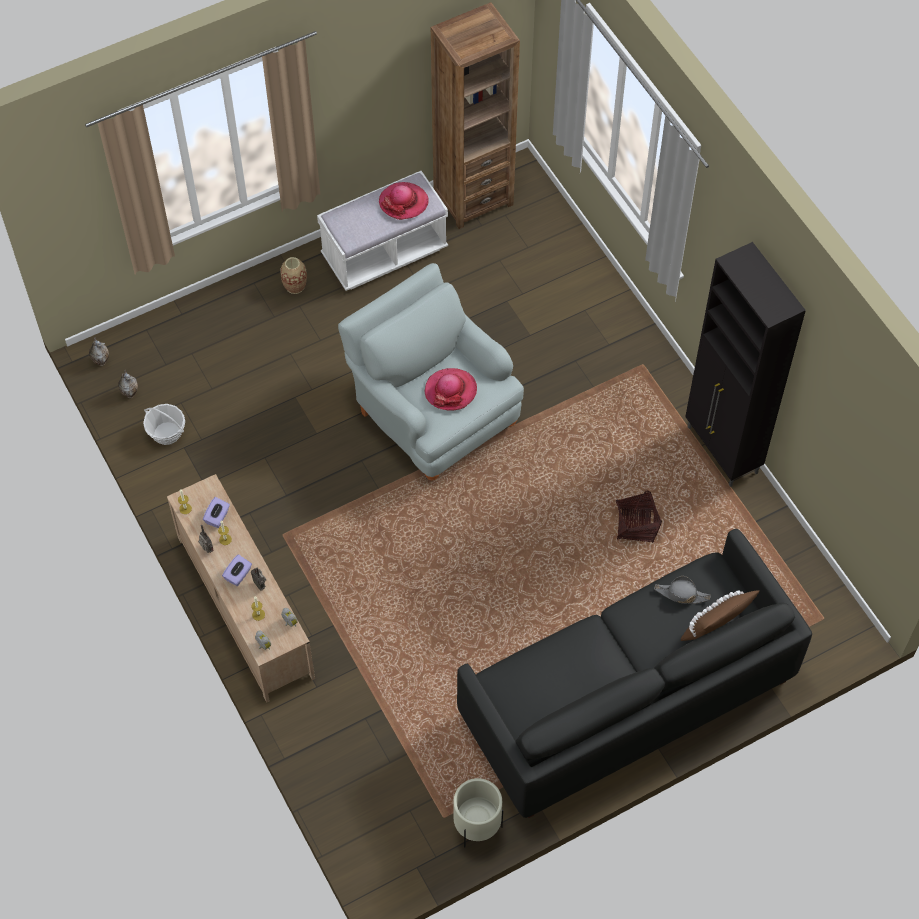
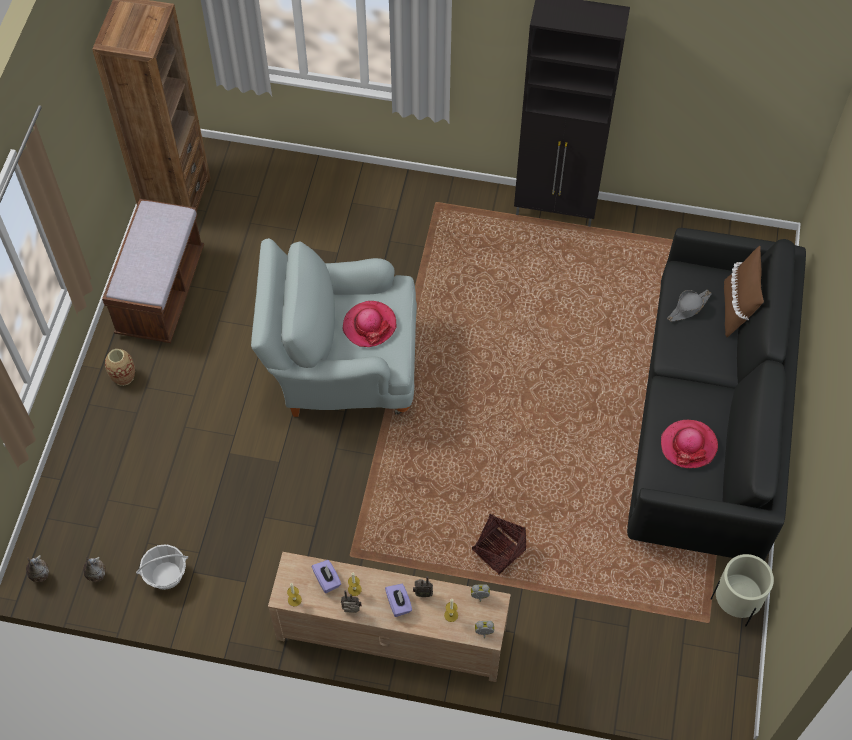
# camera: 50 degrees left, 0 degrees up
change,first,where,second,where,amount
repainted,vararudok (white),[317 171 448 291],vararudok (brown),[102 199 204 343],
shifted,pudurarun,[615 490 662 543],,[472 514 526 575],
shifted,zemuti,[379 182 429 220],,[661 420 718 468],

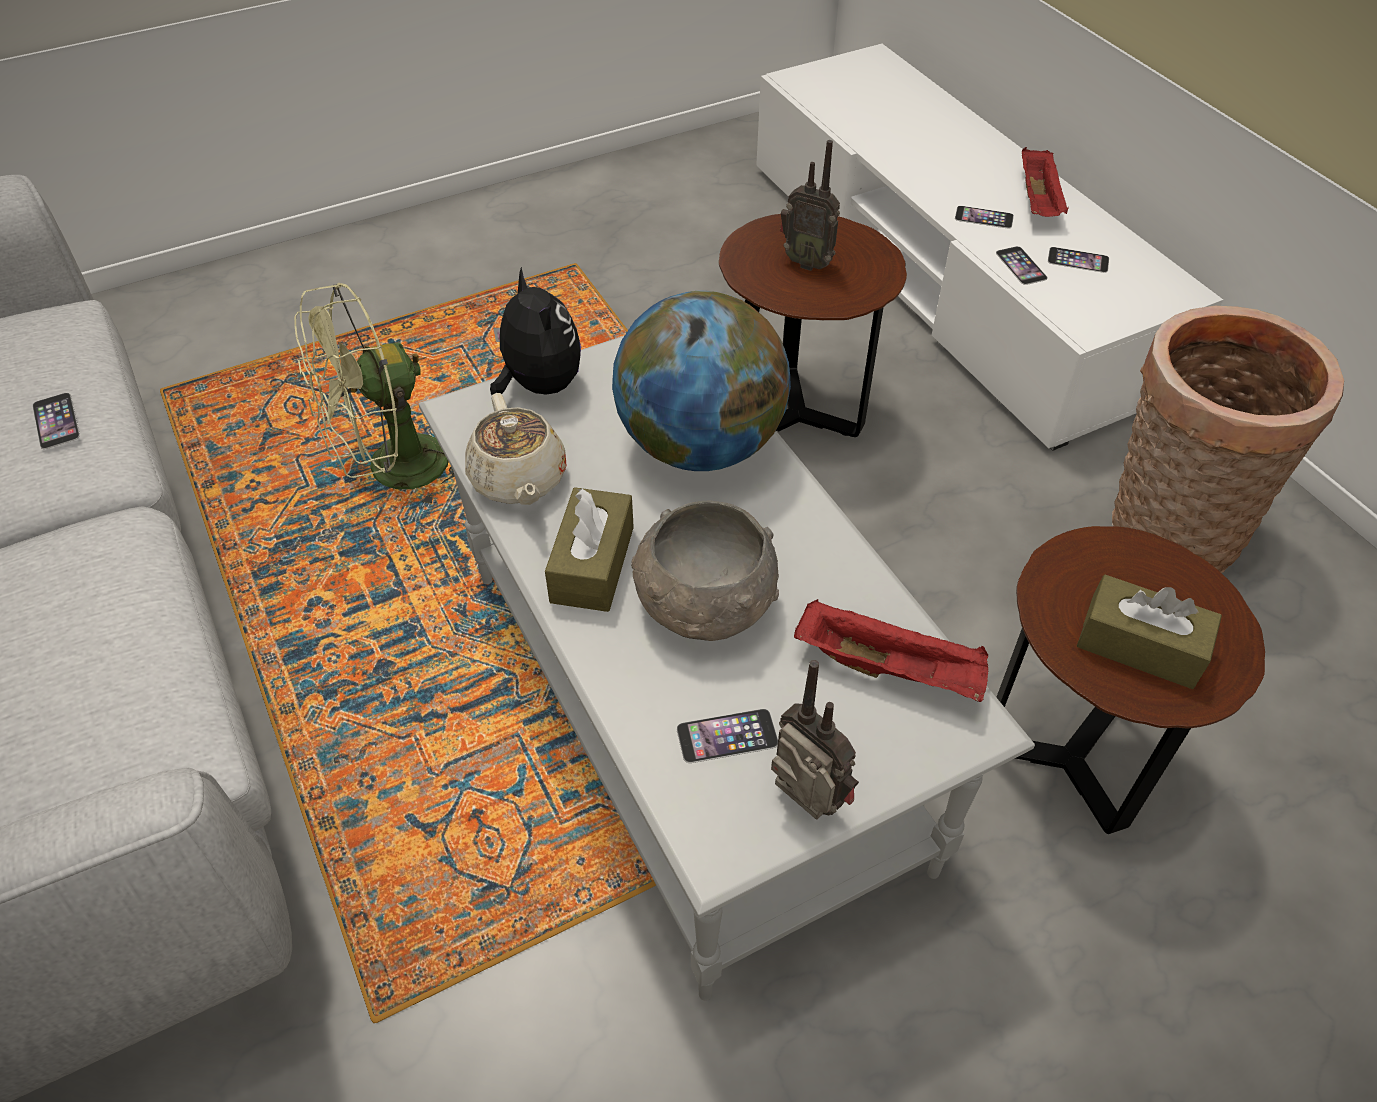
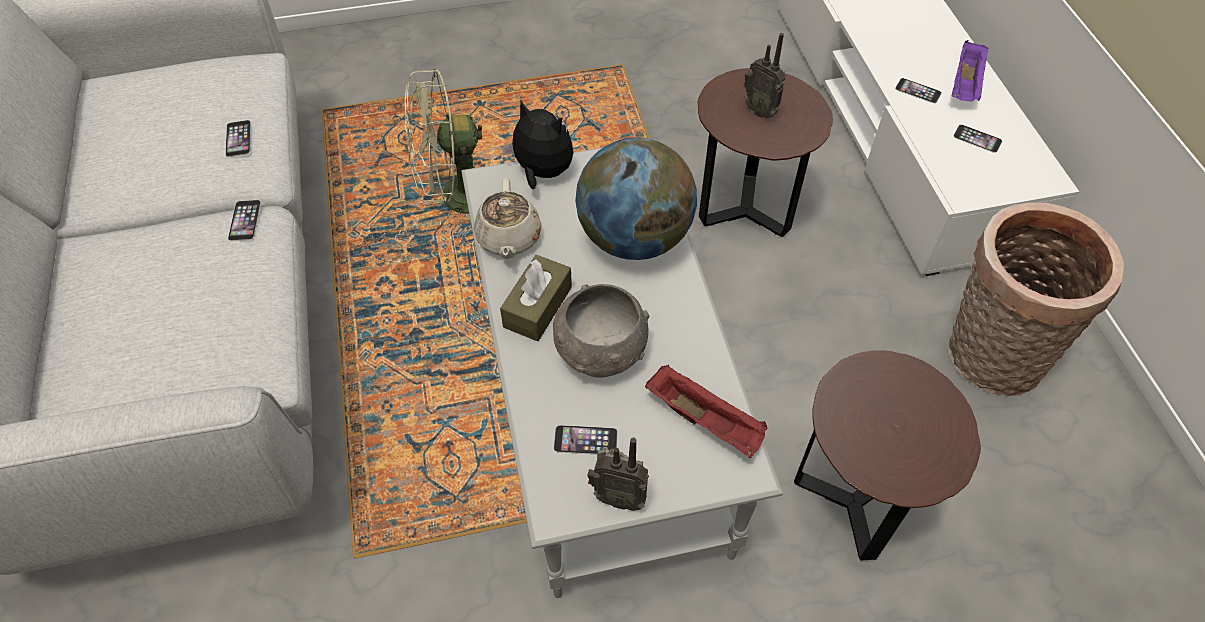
# camera: 15 degrees right, 5 degrees up
change,first,where,second,where,amount
shifted,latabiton,[996 246 1048 285],,[228 200 261 241],
rotated,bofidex,[490 267 581 395],,[501 101 574 189],45 degrees counterclockwise
rotated,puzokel,[771 660 859 820],,[587 437 649 511],135 degrees clockwise
repainted,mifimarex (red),[1022 147 1069 217],mifimarex (purple),[952 40 988 101],
gone,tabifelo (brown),[1077 575 1222 689],,,

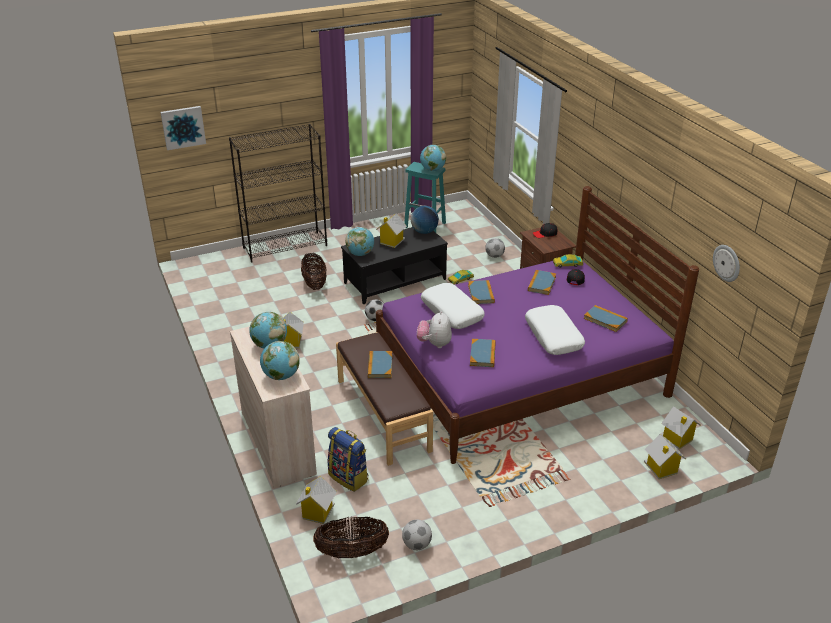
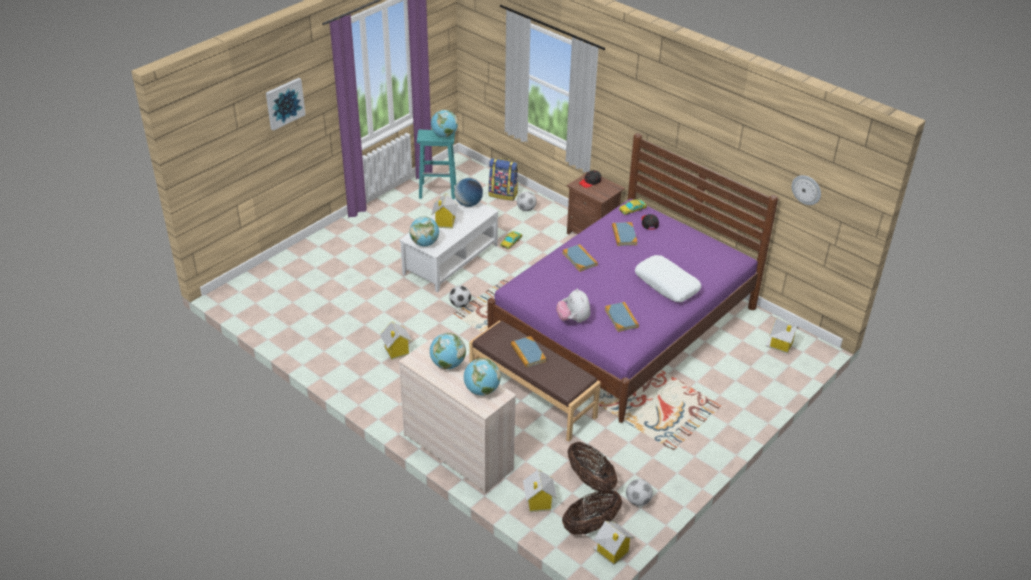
# camera: 25 degrees left, 5 degrees up
change,first,where,second,where,amount
shifted,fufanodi,[160 106 206 150],,[266 78 306 131],
repainted,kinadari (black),[341 227 448 304],kinadari (white),[399 200 498 293],
shifted,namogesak,[328 427 368 492],,[488 158 518 201],
shifted,pudurarun,[301 253 326 290],,[567 442 618 492],
shifted,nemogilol,[644 434 686 479],,[593 521 635 565],
gone,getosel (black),[229 124 327 263],,,
gone,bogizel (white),[421 283 485 329],,,
gone,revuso,[584 305 628 332],,,

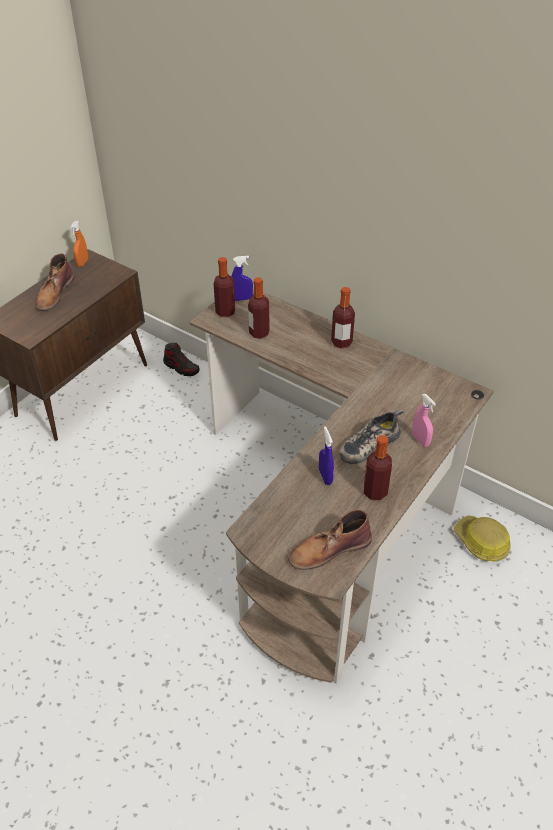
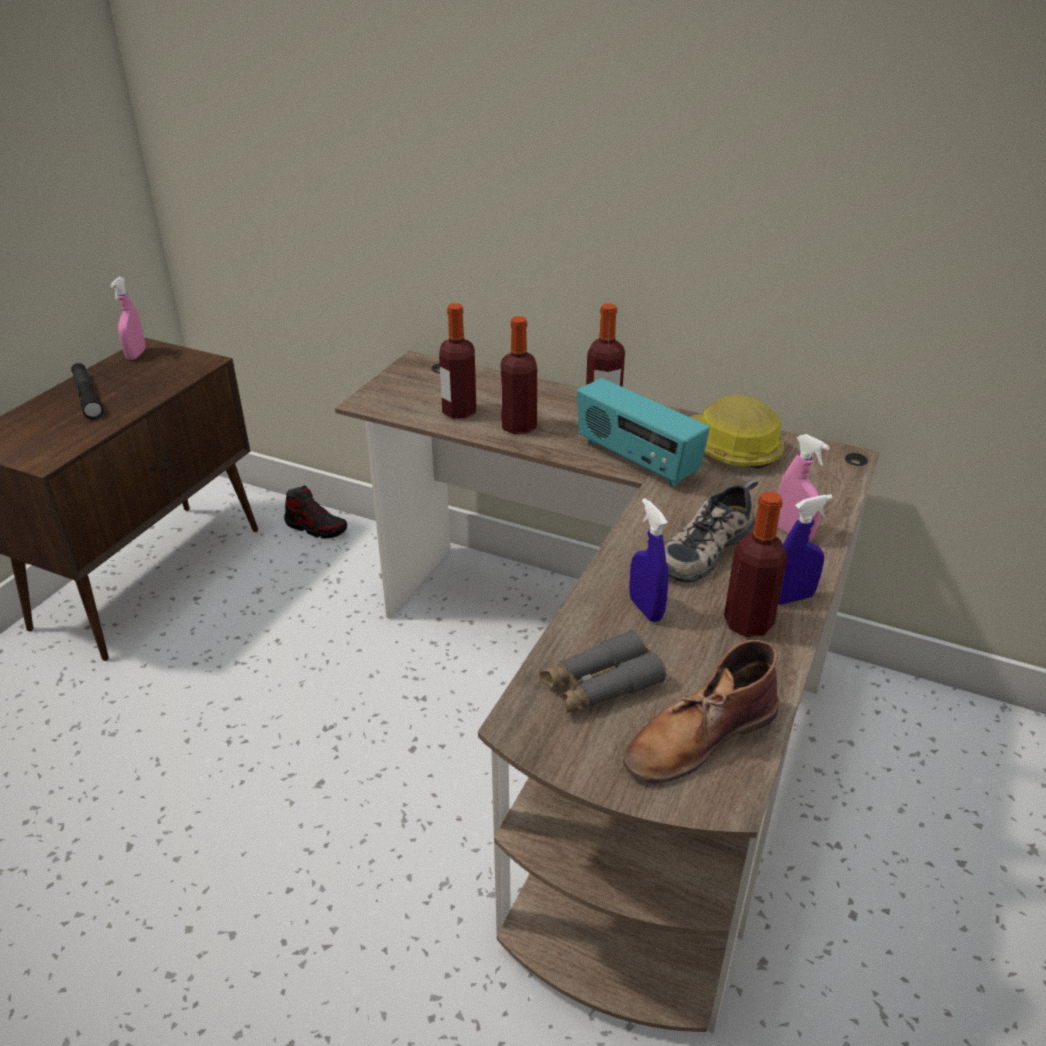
# camera: 10 degrees left, 10 degrees down
change,first,where,second,where,amount
swapped,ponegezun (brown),[35 253 74 311],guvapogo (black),[71 363 103 419],
repainted,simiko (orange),[70 220 88 267],simiko (pink),[110 277 146 360],
shifted,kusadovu,[214 257 235 317],,[501 316 537 434],
new,,,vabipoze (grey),[540 630 666 714],
new,,,puzokel,[577 378 710 487],
shifted,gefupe,[453 515 511 561],,[690 395 784 469],
shifted,simiko (blue),[231 256 253 301],,[779 494 833 605],

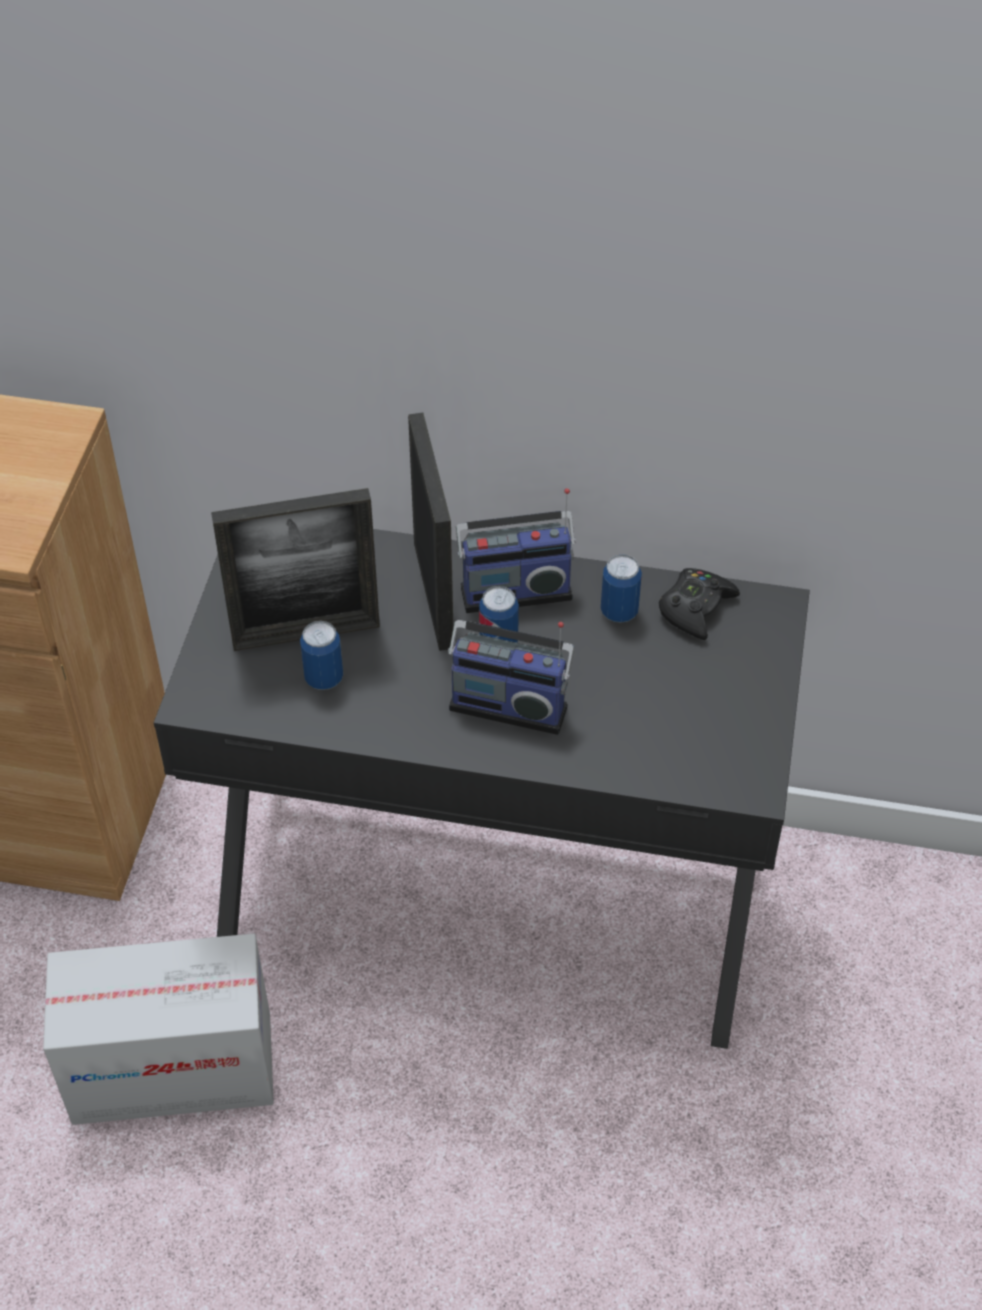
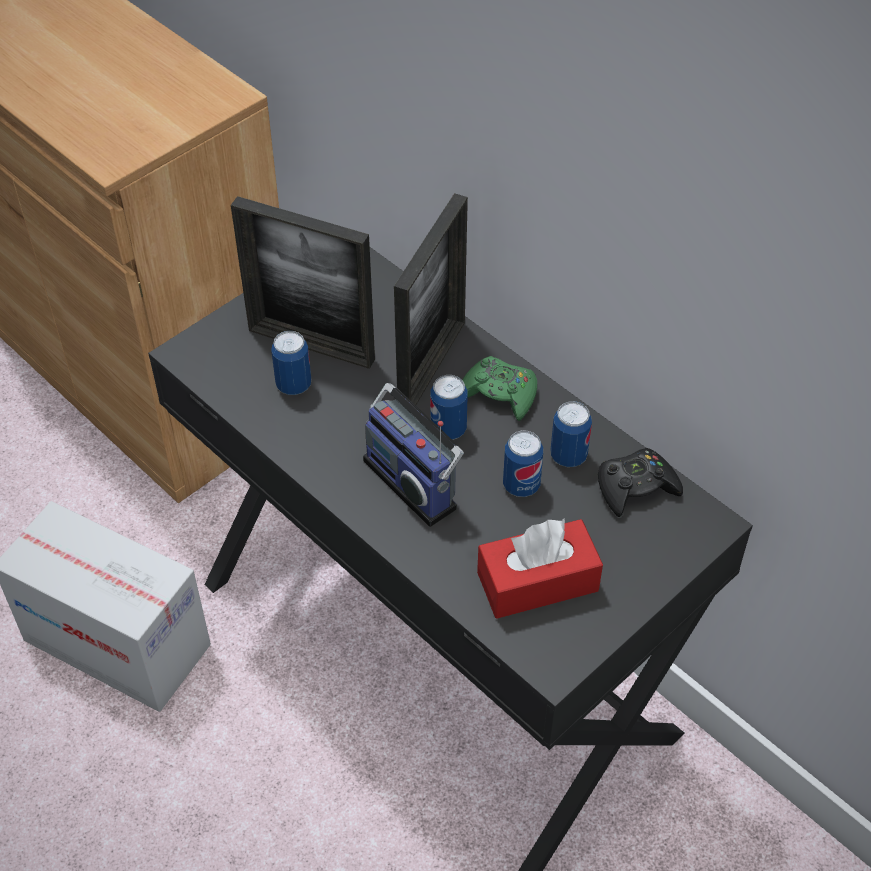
# camera: 35 degrees right, 0 degrees up
change,first,where,second,where,amount
swapped,puzokel,[456 488 576 613],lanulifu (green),[463 356 537 421],
new,,,tabifelo (red),[477 518 603 618],
new,,,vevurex,[503 430 543 497],

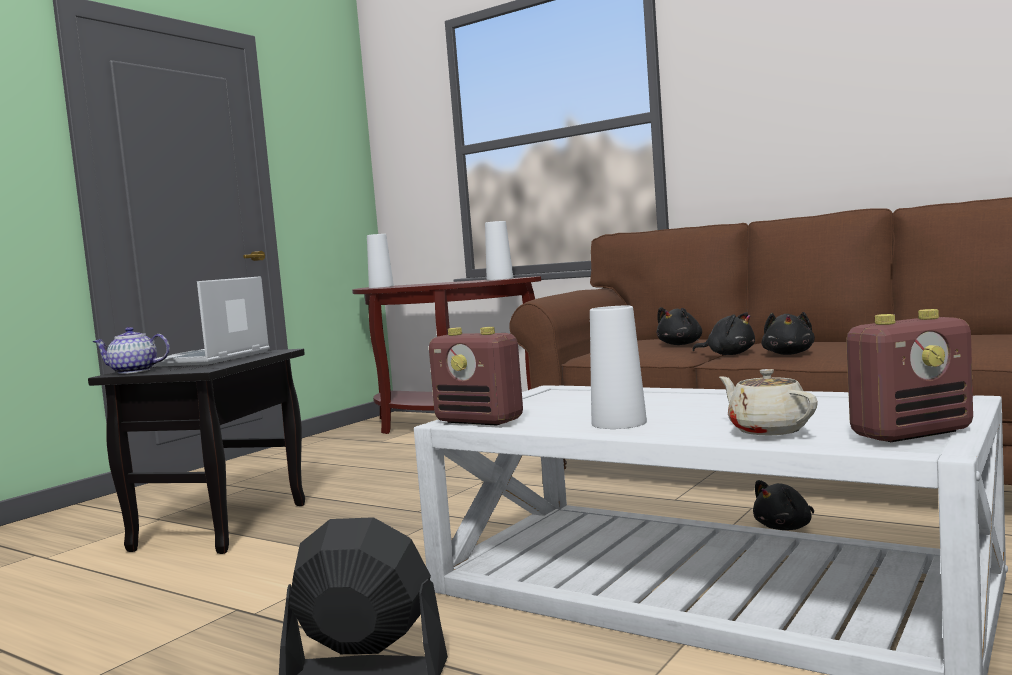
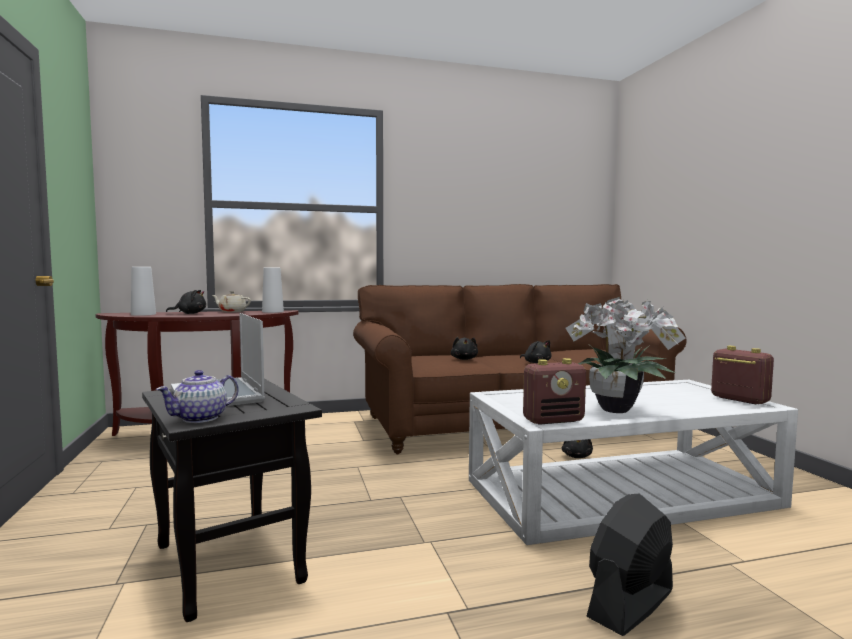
# camera: 50 degrees left, 0 degrees up
change,first,where,second,where,amount
shifted,bofidex (black),[692 312 755 355],,[166 290 206 314],
shifted,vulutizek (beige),[719 369 818 435],,[212 291 251 312],
swapped,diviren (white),[590 306 647 429],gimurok,[566 297 686 413],
rotated,puzokel,[846 309 973 442],,[711 346 774 404],60 degrees counterclockwise

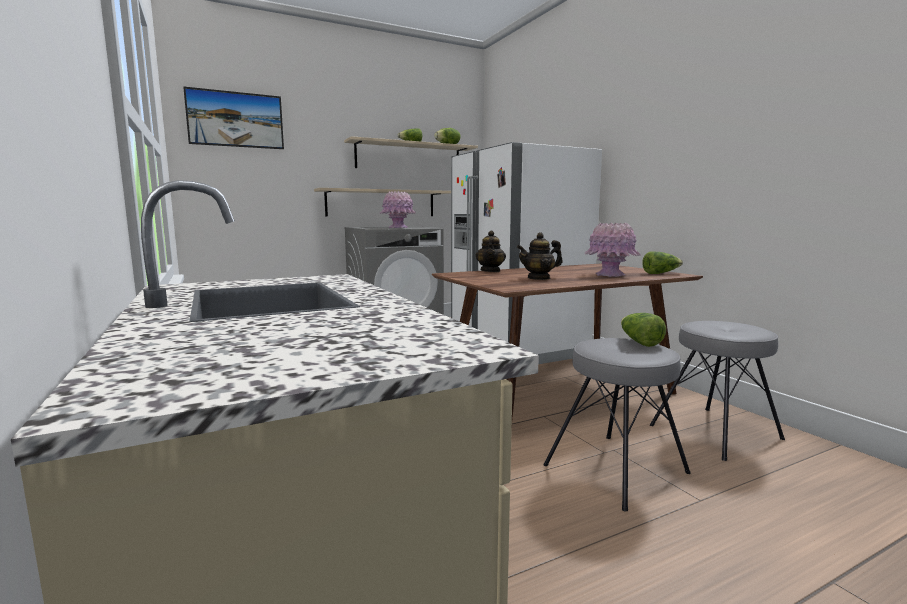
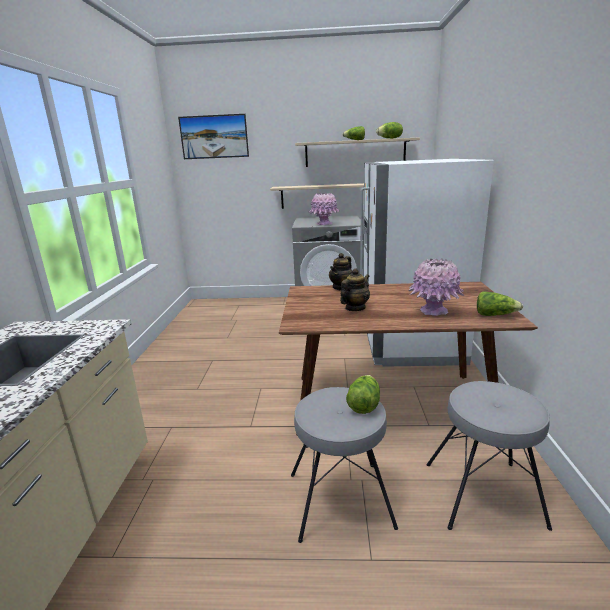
# camera: 30 degrees right, 10 degrees up
change,first,where,second,where,amount
rotated,vulutizek,[517 232 563 280],,[340 268 370 311],120 degrees clockwise

